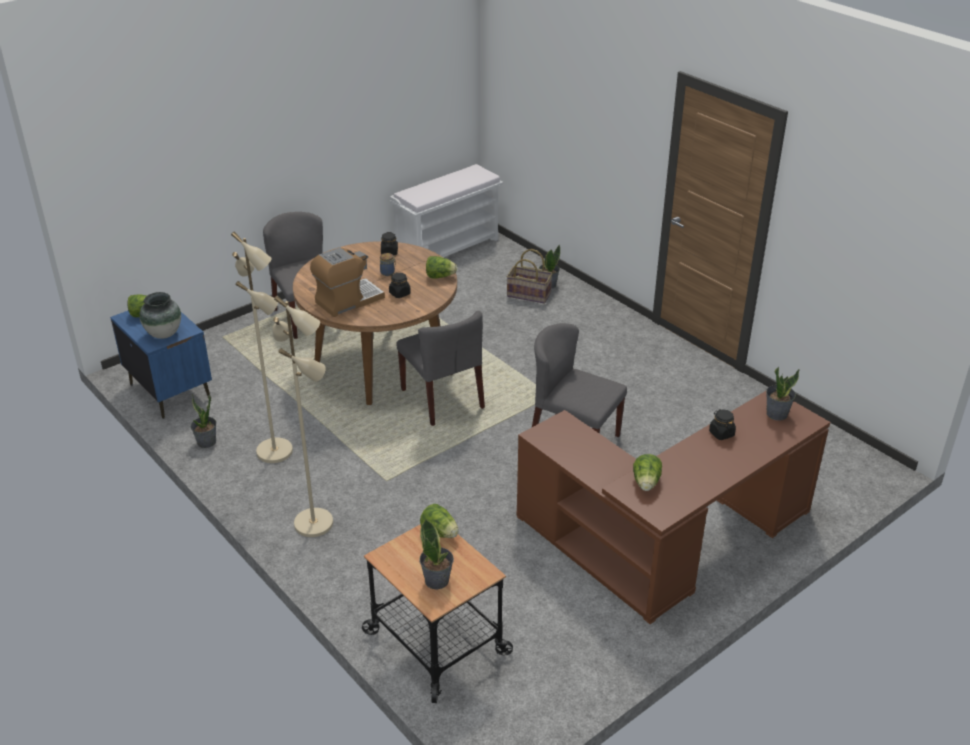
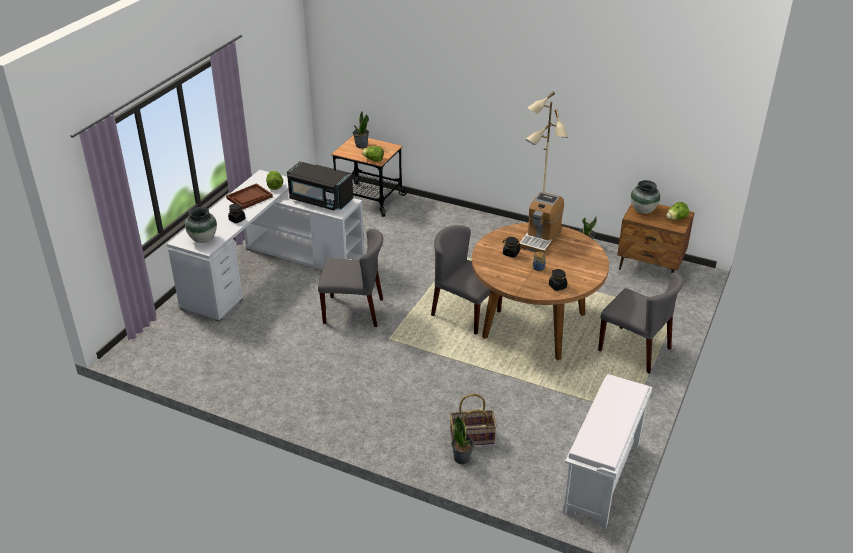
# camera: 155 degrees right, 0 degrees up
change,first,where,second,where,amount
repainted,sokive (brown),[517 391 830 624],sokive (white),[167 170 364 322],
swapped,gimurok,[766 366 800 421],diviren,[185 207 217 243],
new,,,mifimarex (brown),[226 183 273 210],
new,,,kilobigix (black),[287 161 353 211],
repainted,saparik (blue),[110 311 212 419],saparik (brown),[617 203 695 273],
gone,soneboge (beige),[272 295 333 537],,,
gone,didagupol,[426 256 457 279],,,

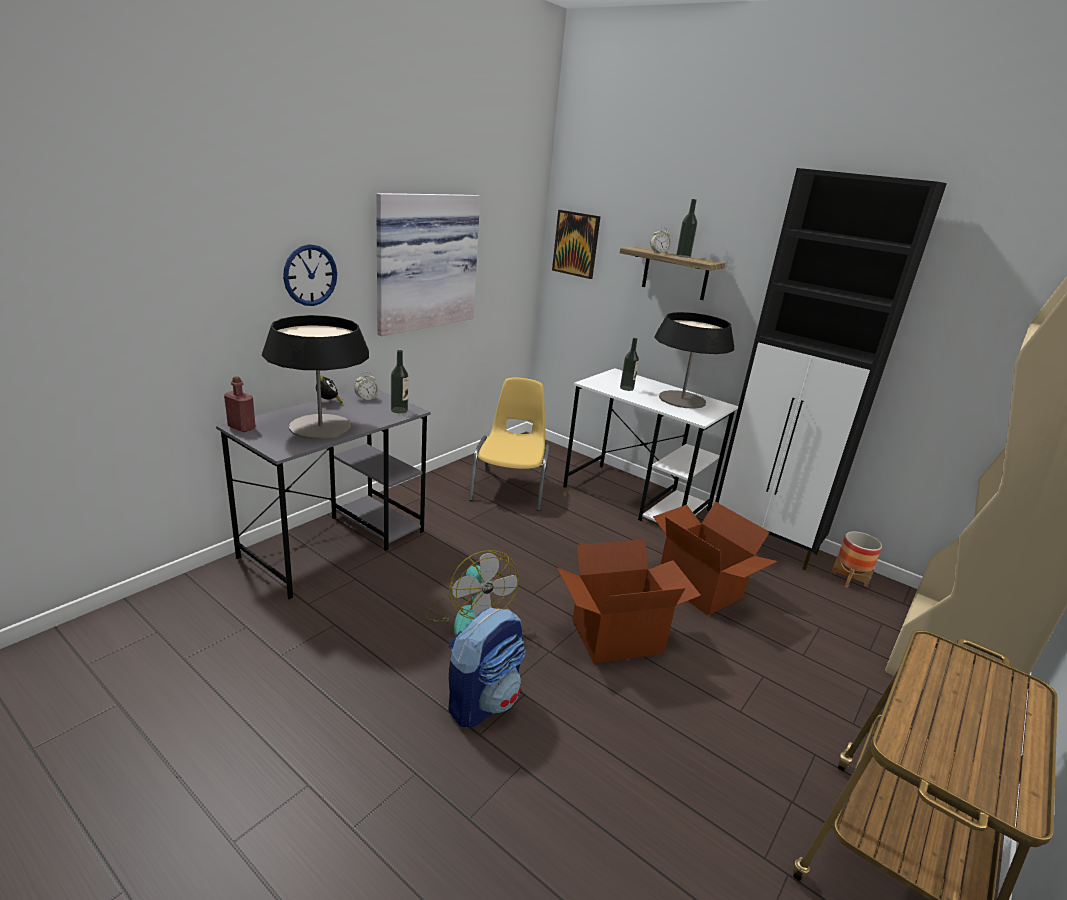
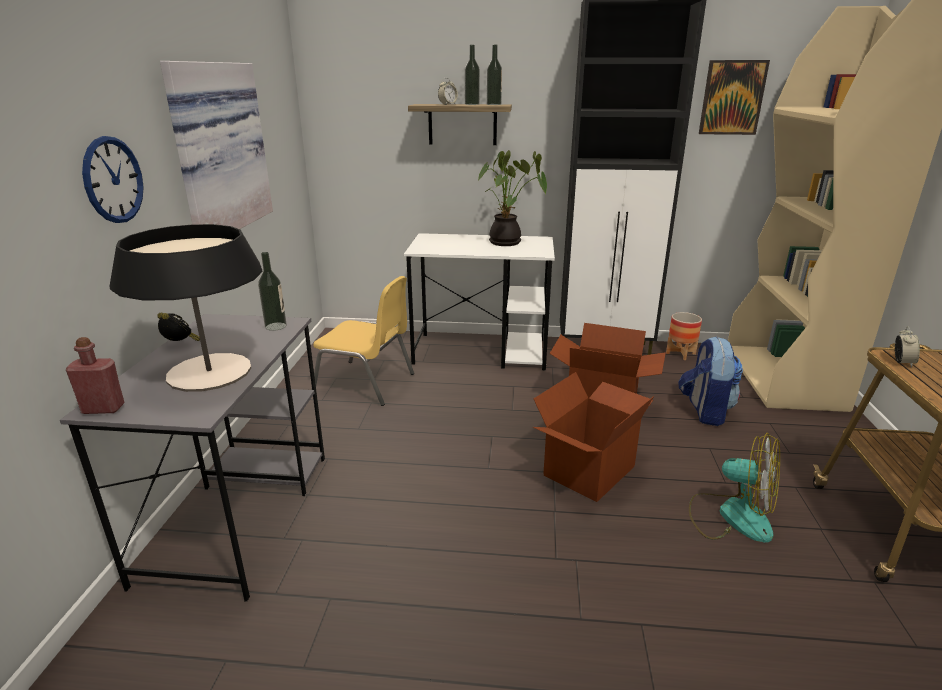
# camera: 30 degrees left, 0 degrees up
change,first,where,second,where,amount
rotated,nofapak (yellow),[469 378 549 511],,[311 276 414 406],135 degrees clockwise
swapped,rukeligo,[654 312 734 409],gimurok,[477 150 547 246],
shifted,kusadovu,[620 338 639 391],,[487 45 502 105],
shifted,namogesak,[448 608 526 728],,[678 336 743 426],
shifted,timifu,[425 550 519 636],,[689 433 780 543],
shifted,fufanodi,[552 210 601 279],,[699 60 770 135],
shifted,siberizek,[354 372 378 401],,[895 326 920 368],

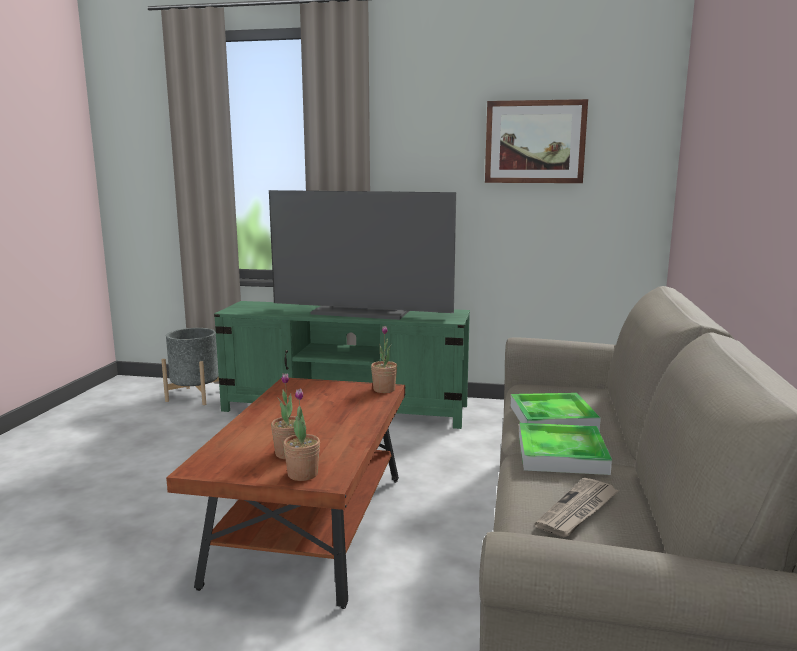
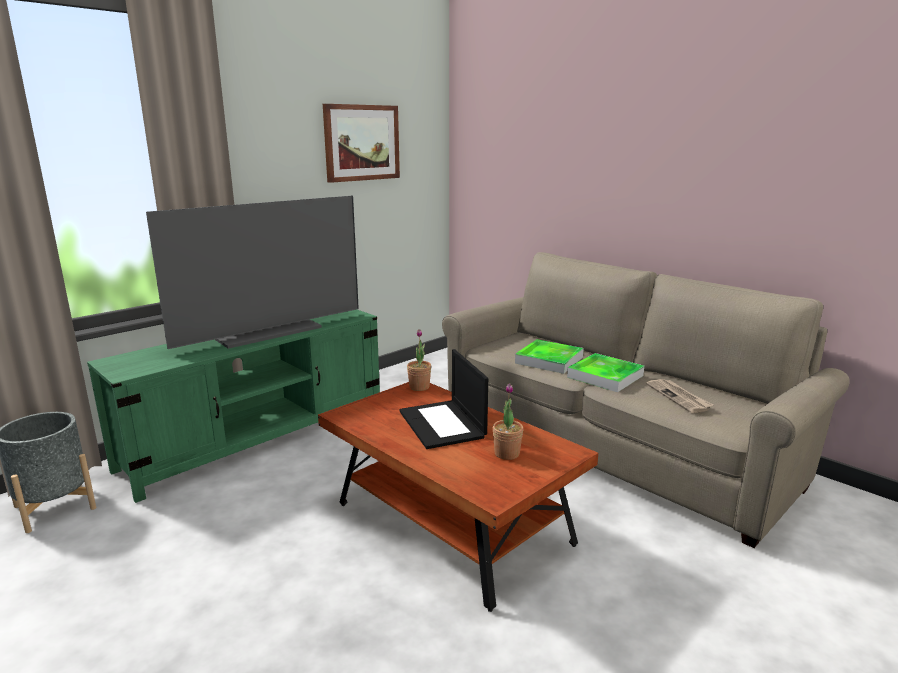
# camera: 55 degrees left, 5 degrees up
change,first,where,second,where,amount
new,,,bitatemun,[399 349 488 449],
gone,gimurok,[283 388 320 481],,,

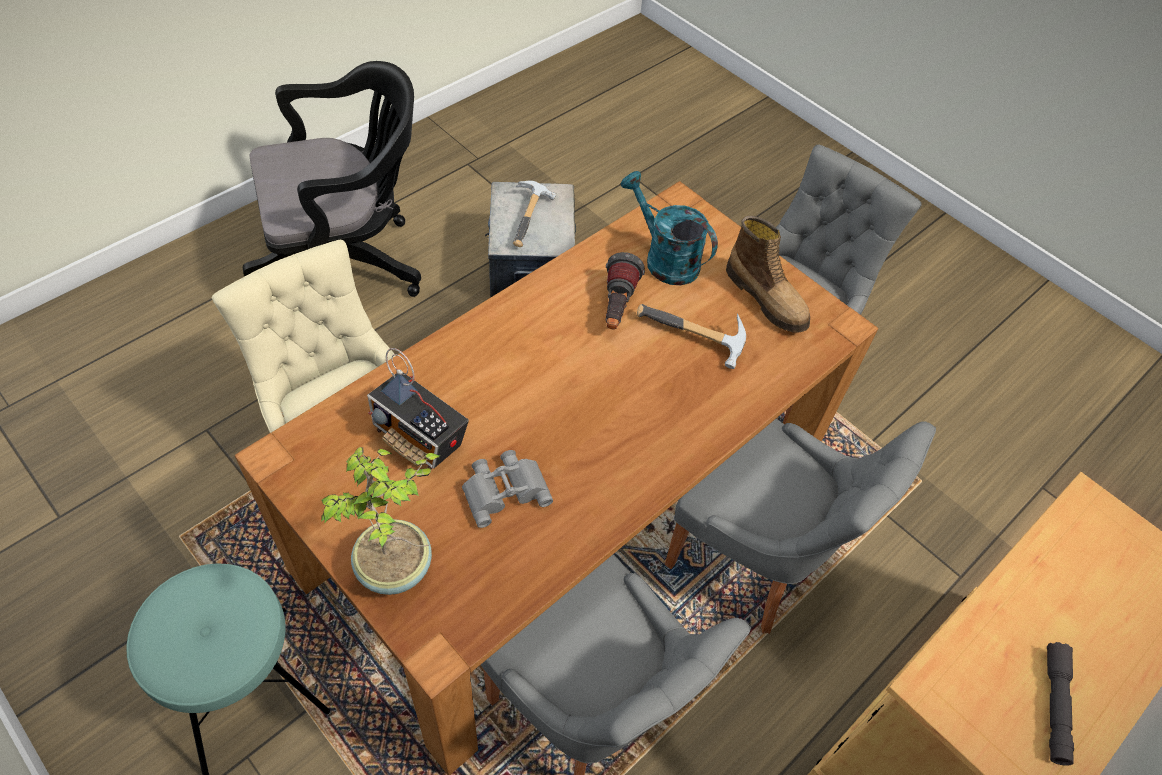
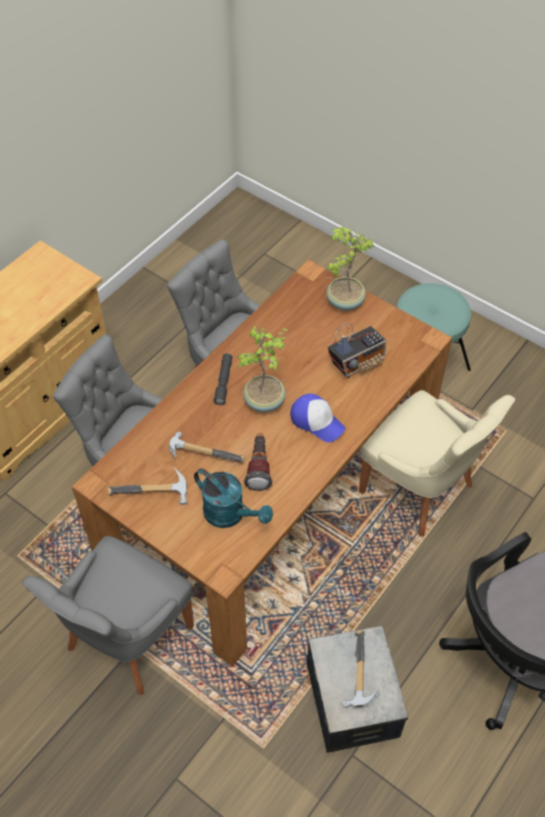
# camera: 175 degrees right, 0 degrees up
change,first,where,second,where,amount
swapped,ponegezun,[726 216 810 333],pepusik,[107 467 187 504],
shifted,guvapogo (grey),[1047 642 1074 766],,[214 353 232 405],
new,,,gimurok,[237 326 288 412],
new,,,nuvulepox,[290 394 346 442],
rotated,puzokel,[367 348 469 469],,[328 323 387 378],120 degrees clockwise
gone,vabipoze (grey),[462 450 553 528],,,

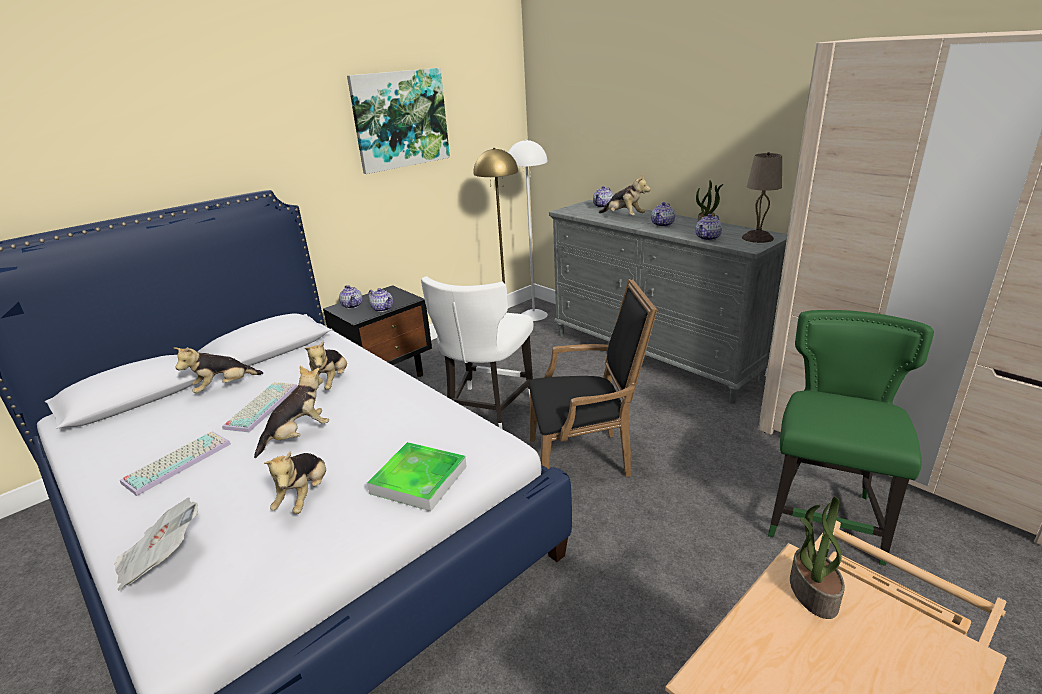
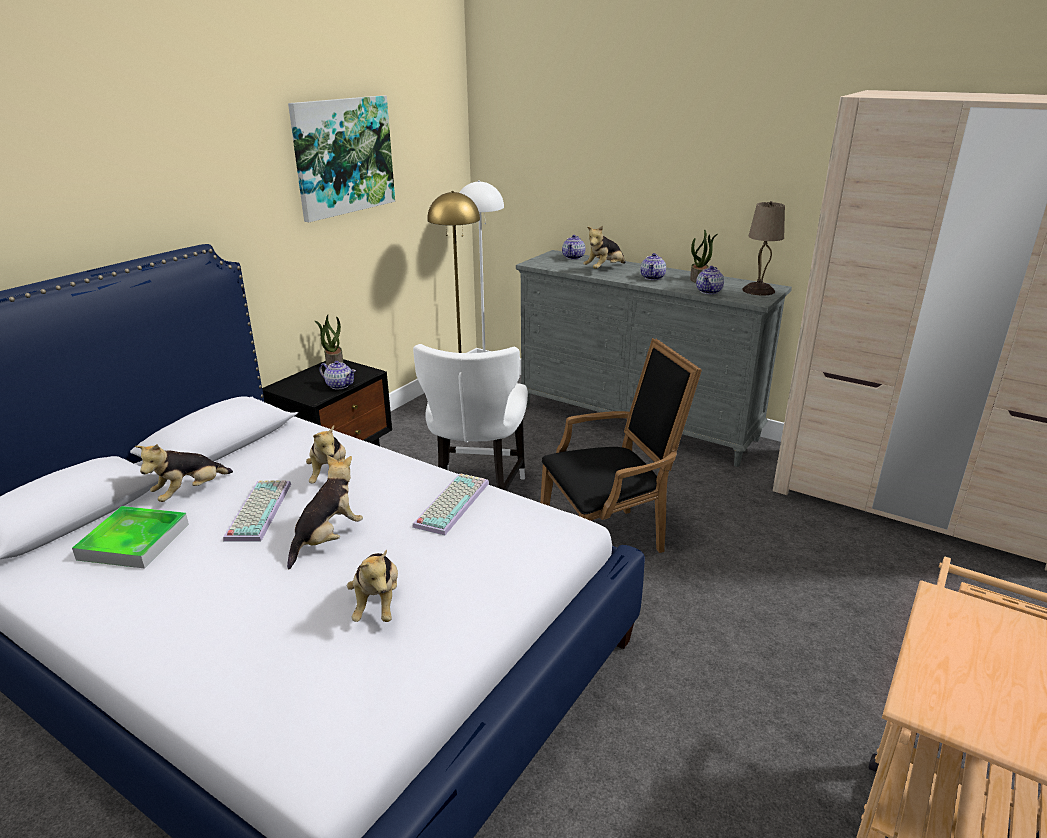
# camera: 15 degrees left, 0 degrees up
change,first,where,second,where,amount
shifted,mifimarex,[367 442 467 511],,[72 506 189 569],
shifted,gimurok,[790 497 845 619],,[315 315 343 365],
shifted,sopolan,[120 431 231 496],,[412 473 489 535],
rotated,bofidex,[599 174 651 215],,[583 226 626 269],105 degrees clockwise
gone,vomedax,[114 497 198 591],,,
gone,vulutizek,[339 285 362 309],,,
gone,nofapak (green),[768 310 934 566],,,

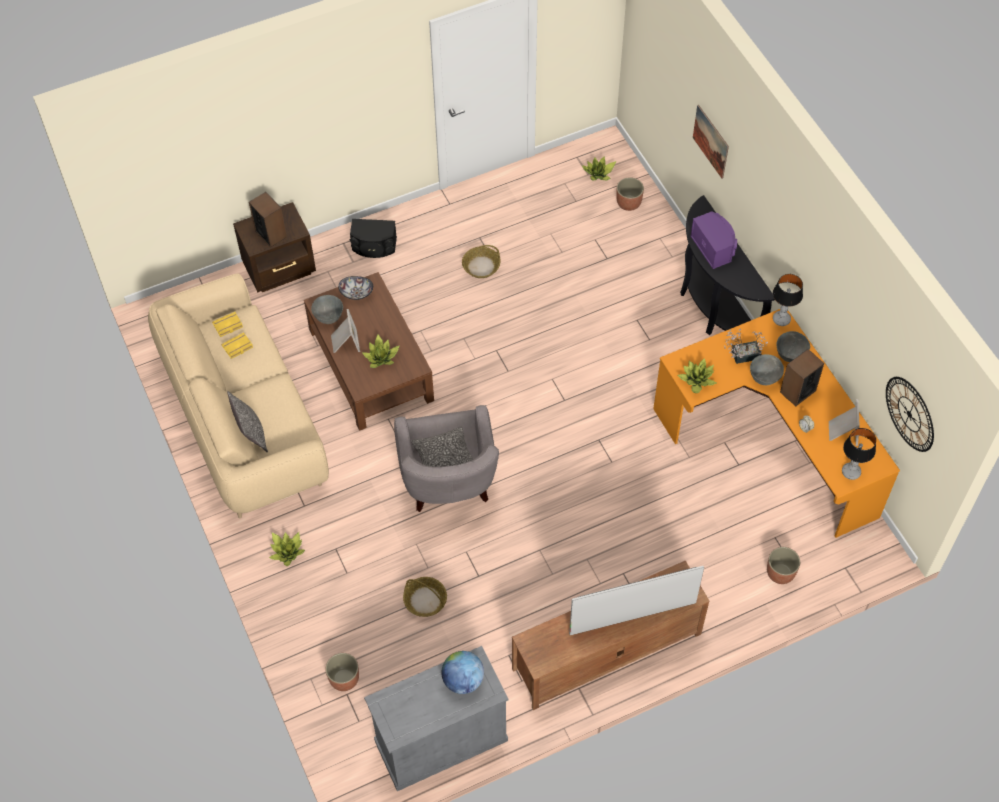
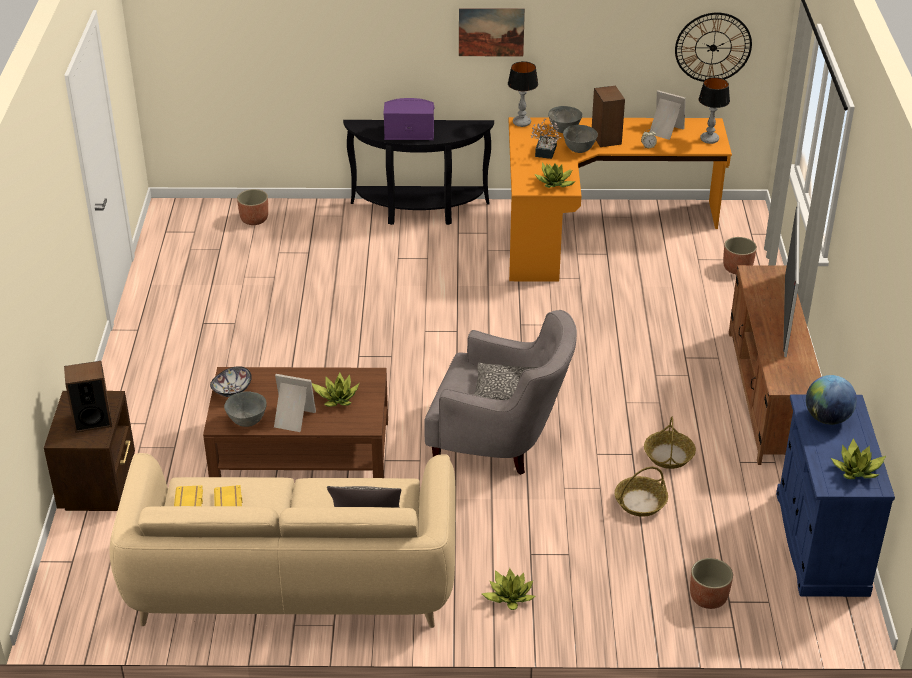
# camera: 65 degrees left, 20 degrees down
change,first,where,second,where,amount
shifted,fufanodi,[693 105 729 179],,[459 8 525 56],
shifted,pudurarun,[462 245 500 278],,[644 416 696 469],
repainted,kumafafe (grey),[364 646 509 791],kumafafe (blue),[776 395 895 597],
shifted,gimurok,[582 156 617 181],,[831 438 886 479],
gone,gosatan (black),[350 219 397 258],,,

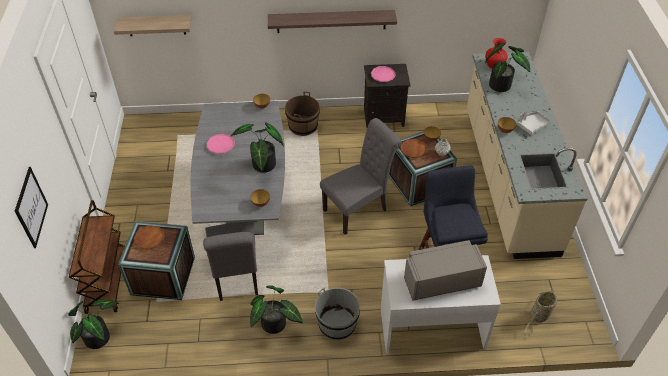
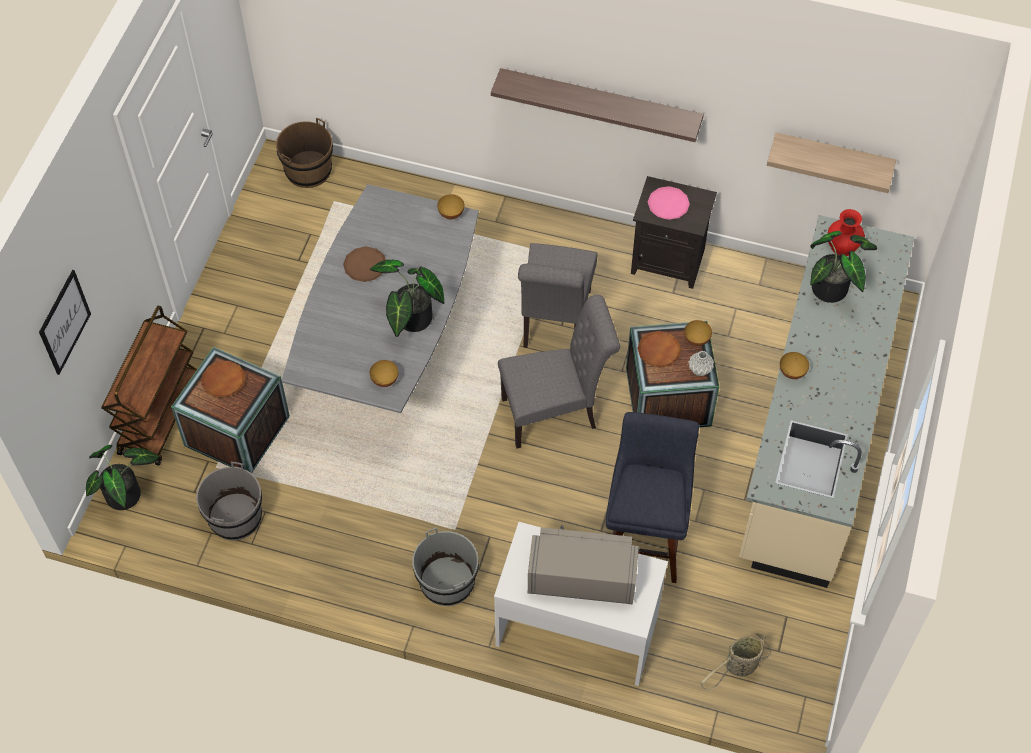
# camera: 20 degrees right, 10 degrees up
change,first,where,second,where,amount
new,,,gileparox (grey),[196 462 262 541],
shifted,gileparox (brown),[285 91 320 136],,[276 117 333 188],
repainted,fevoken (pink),[207 134 235 154],fevoken (brown),[343 246 386 282],
shifted,nofapak (grey),[203 221 258 301],,[518 243 598 348],
shifted,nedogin,[114 15 192 36],,[767 132 896 193],
gone,gimurok,[250 285 303 334],,,
gone,mifimarex (grey),[515 111 551 135],,,

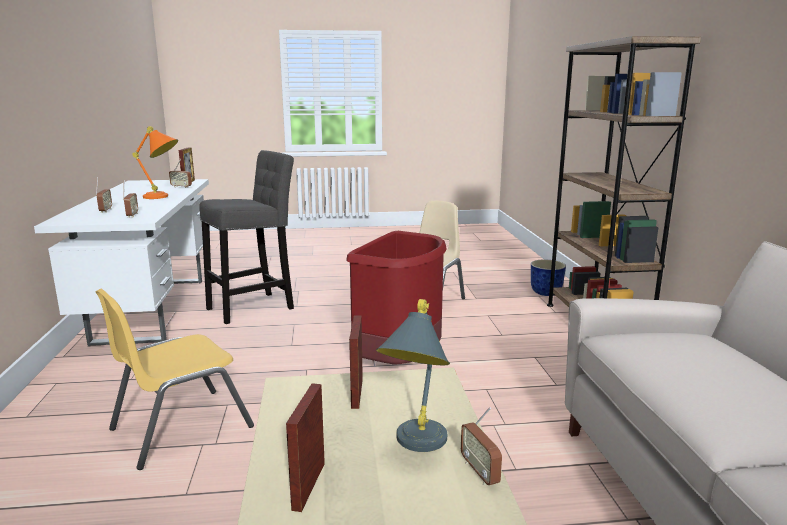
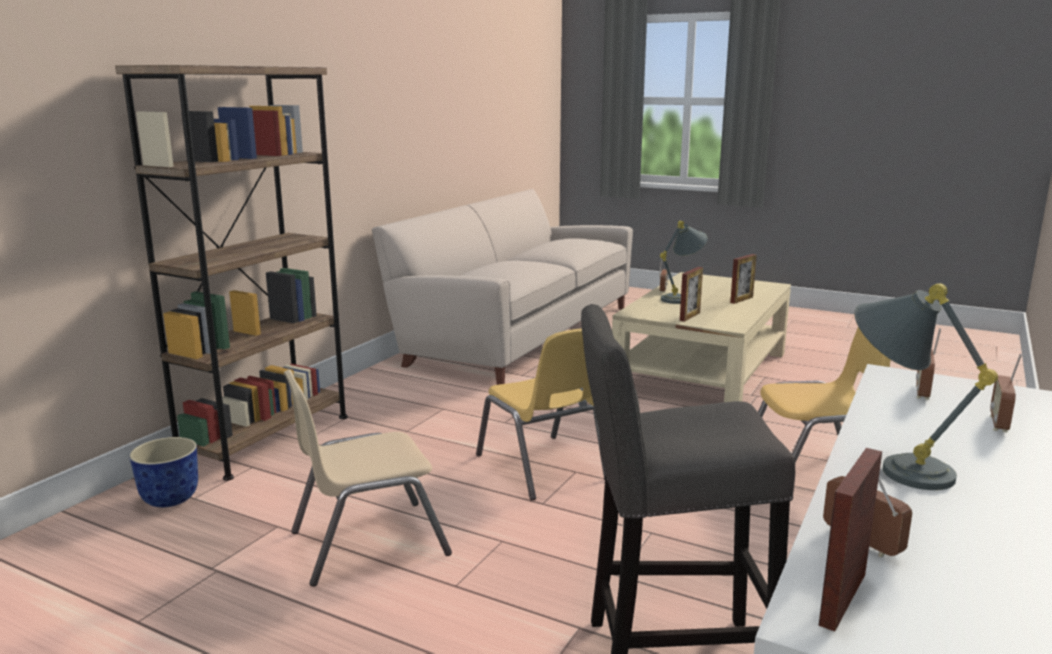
# camera: 145 degrees left, 0 degrees up
change,first,where,second,where,amount
swapped,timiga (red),[346 231 447 365],nofapak (yellow),[476 328 605 500],
repainted,rukeligo (orange),[132 126 178 199],rukeligo (grey),[854 283 998 490],

